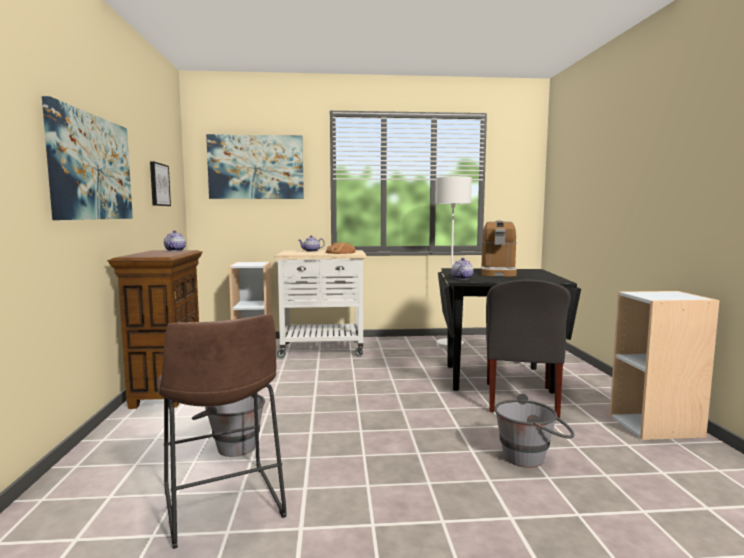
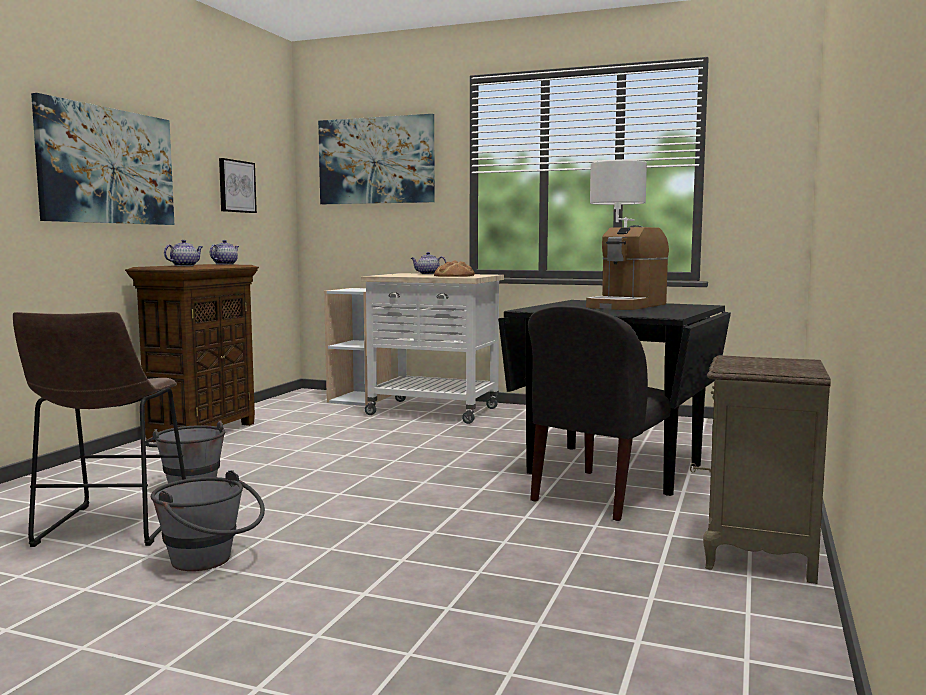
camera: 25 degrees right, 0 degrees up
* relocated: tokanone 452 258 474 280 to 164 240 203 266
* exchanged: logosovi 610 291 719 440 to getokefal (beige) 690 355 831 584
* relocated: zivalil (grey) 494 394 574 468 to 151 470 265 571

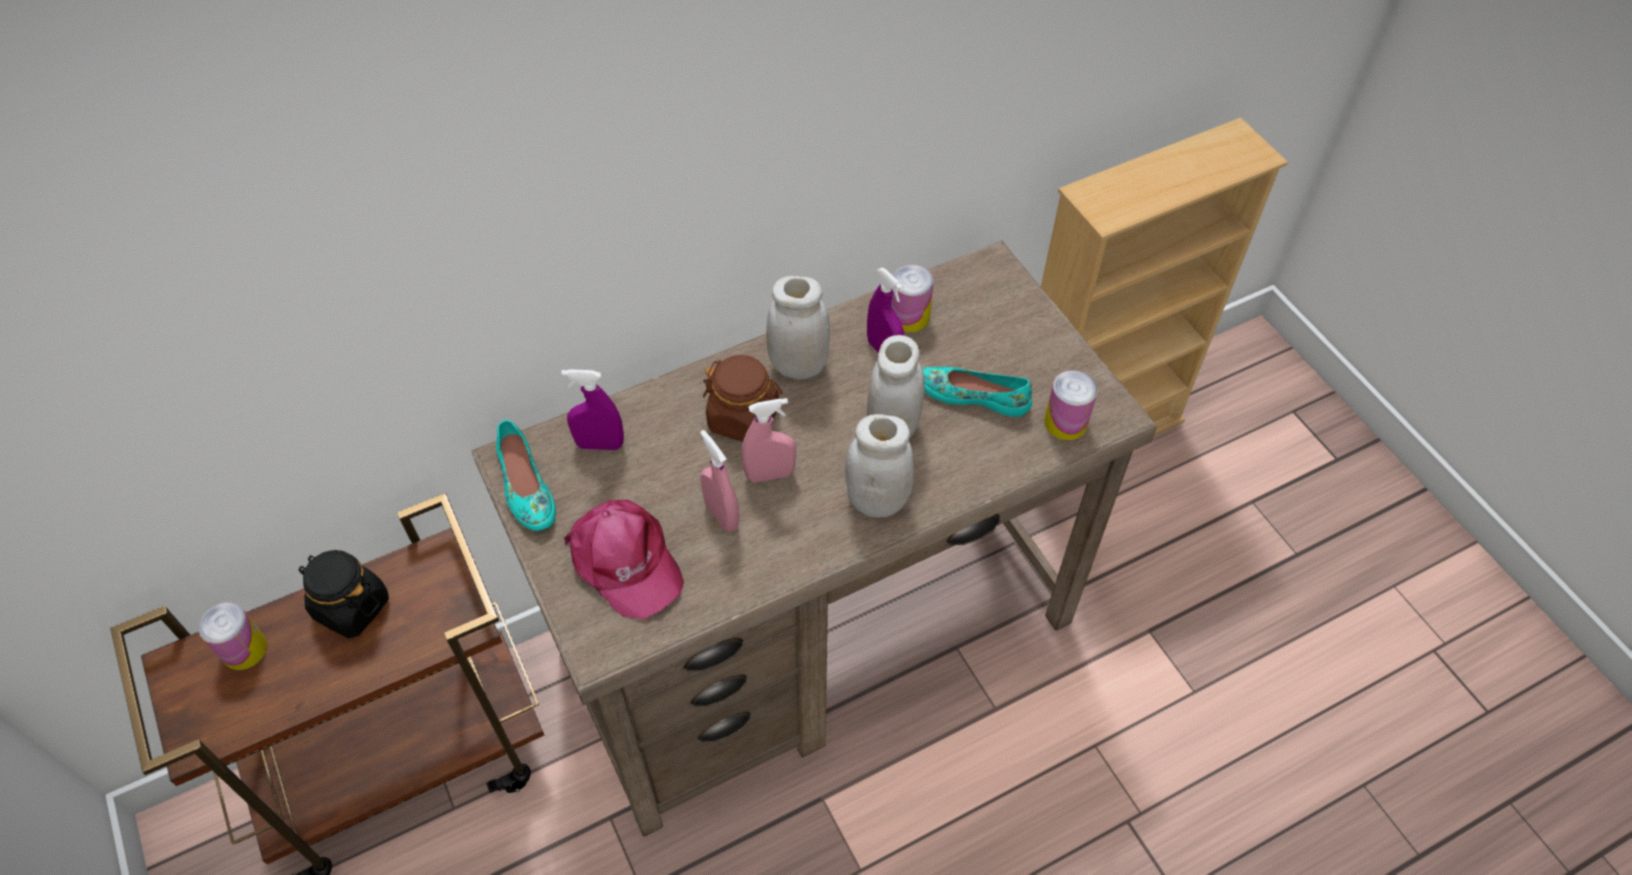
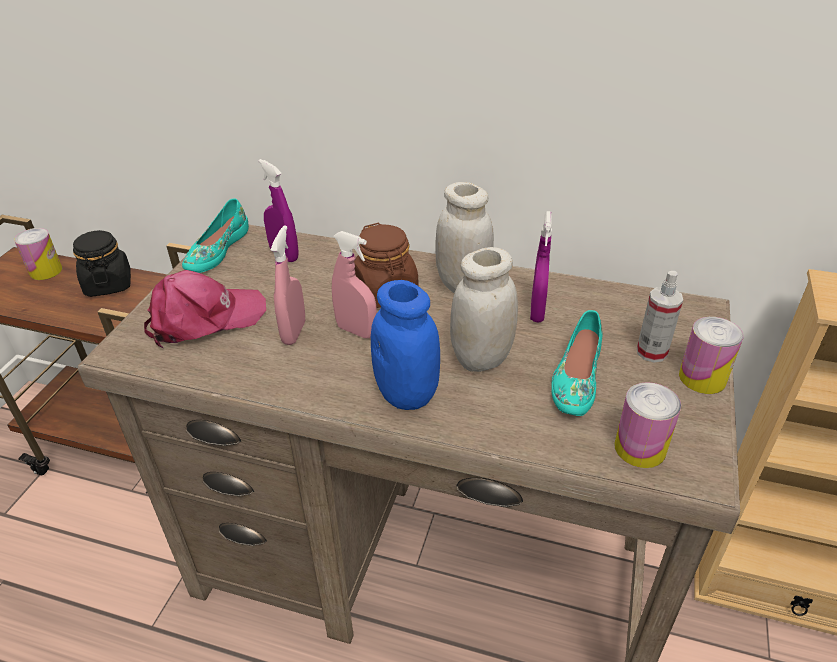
camera: 45 degrees right, 15 degrees down
* relocated: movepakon 891 265 934 332 to 679 317 743 394
* spun: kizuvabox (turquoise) 922 367 1032 417 = 551 310 602 416 135 degrees counterclockwise
* colour: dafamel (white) 845 414 914 518 to dafamel (blue) 371 280 440 410
* spun: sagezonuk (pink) 563 500 684 619 = 144 270 266 348 120 degrees counterclockwise
* appeared: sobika 637 271 683 363

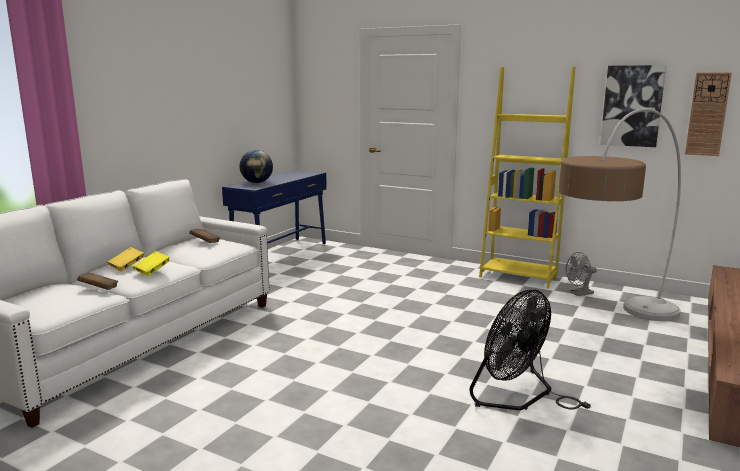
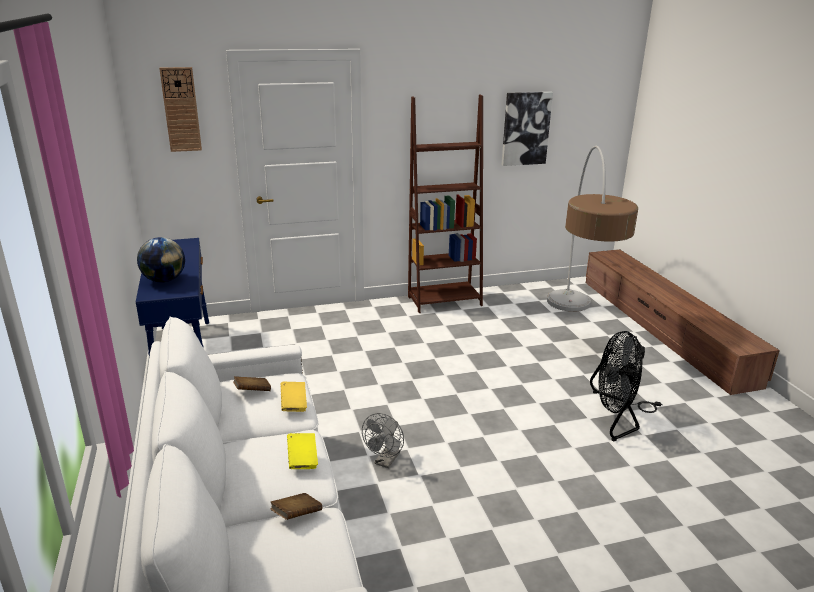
camera: 45 degrees left, 10 degrees up
* colour: logosovi (yellow) 479 66 575 289 to logosovi (brown) 408 95 483 313
* relocated: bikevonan 685 73 732 156 to 159 67 202 152
* relocated: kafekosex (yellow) 107 247 145 271 to 280 382 307 412
* relocated: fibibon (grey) 565 252 597 296 to 362 413 404 468

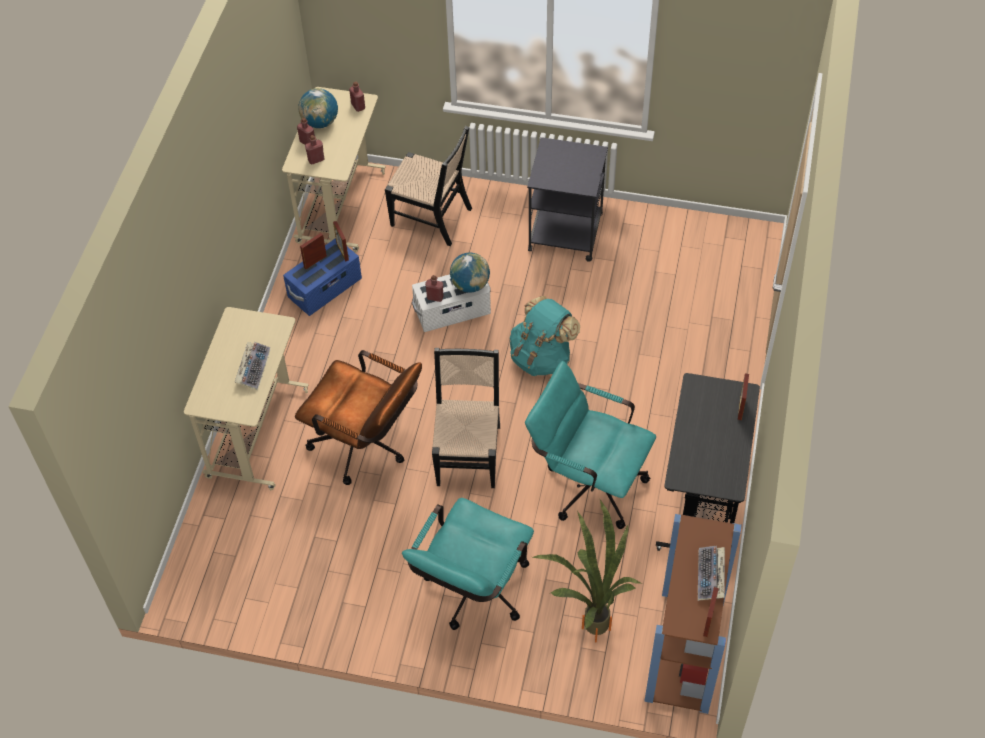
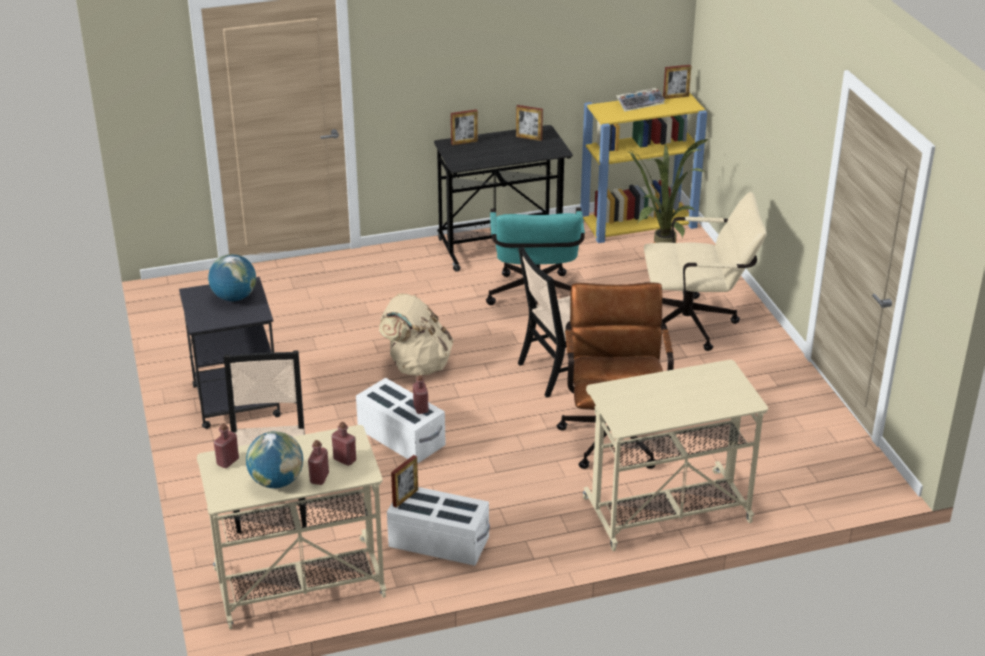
camera: 120 degrees left, 20 degrees down
* relocated: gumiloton 300 233 327 270 to 516 105 543 141
* colour: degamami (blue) 283 238 362 316 to degamami (white) 387 487 490 566
* relocated: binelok 450 253 490 293 to 208 254 256 301
* colour: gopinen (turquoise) 510 296 580 376 to gopinen (beige) 379 294 453 376
* missing: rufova 235 342 270 390
* colour: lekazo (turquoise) 402 498 534 630 to lekazo (beige) 644 192 767 351
* colour: logosovi (brown) 644 514 742 714 to logosovi (yellow) 580 92 707 243

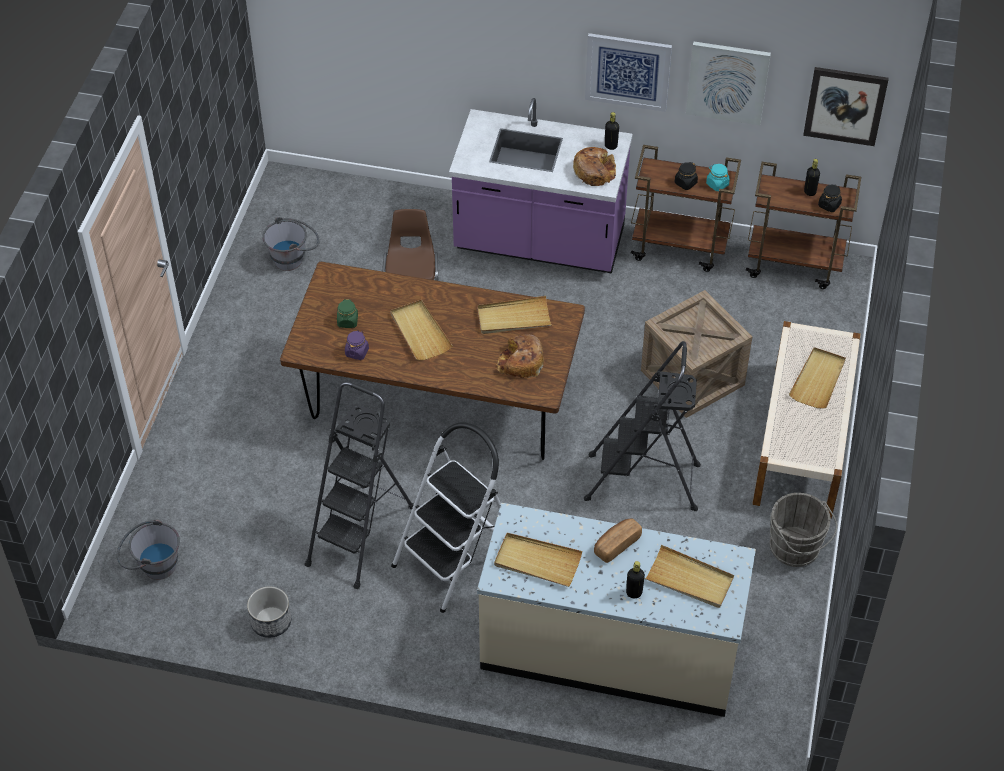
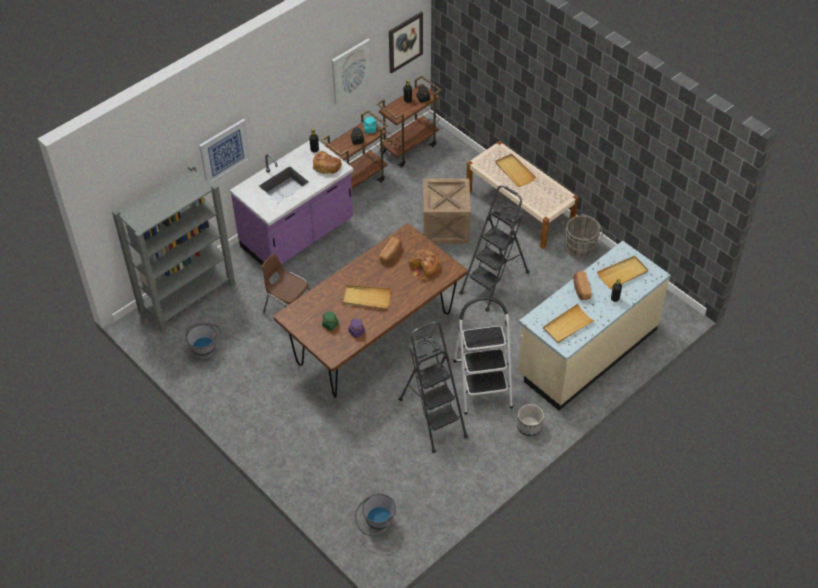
camera: 55 degrees left, 0 degrees up
* relocated: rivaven 585 33 672 112 to 199 119 251 184
* exchanged: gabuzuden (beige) 477 296 552 334 to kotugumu 379 237 402 264
* relocated: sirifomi 247 586 291 638 to 517 404 544 436
* appeared: logosovi (grey) 112 164 235 333

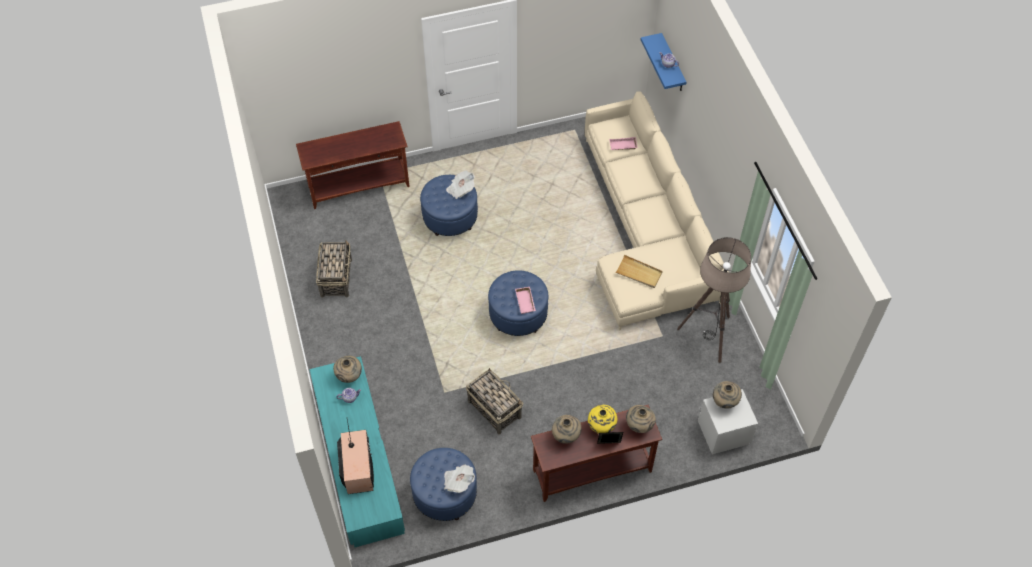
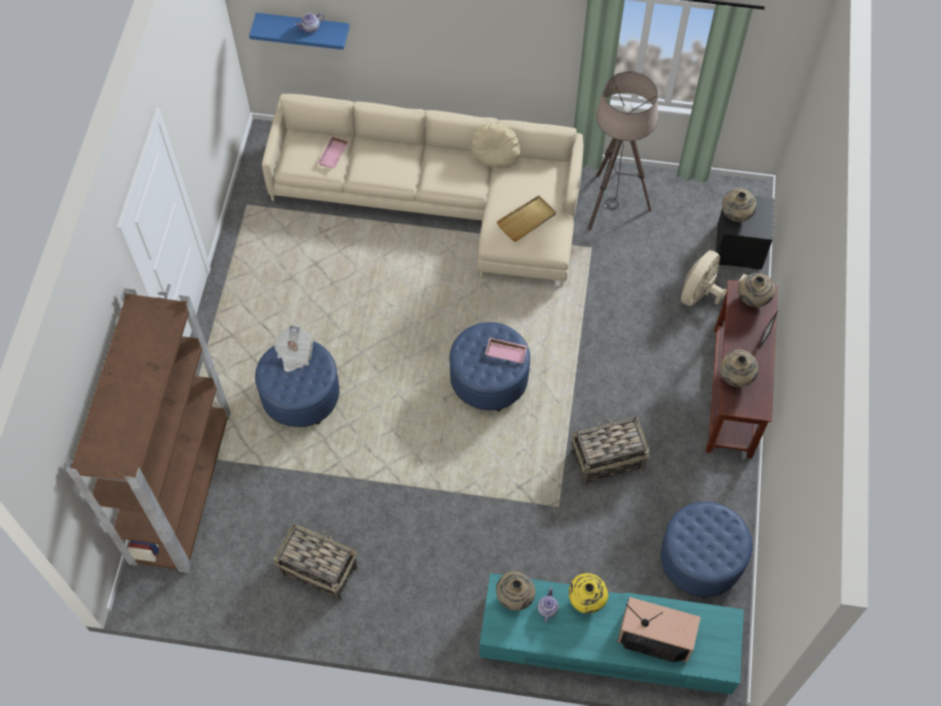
camera: 65 degrees left, 5 degrees up
* exchanged: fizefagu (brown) 296 121 410 209 to logosovi (brown) 65 288 231 573
* colour: getokefal (white) 698 389 758 455 to getokefal (black) 716 193 774 270
* relocated: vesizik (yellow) 588 405 617 434 to 569 573 609 614
* missing: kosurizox 444 465 475 493
* appeared: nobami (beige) 471 123 520 169
* appeared: fibibon (beige) 681 250 747 306

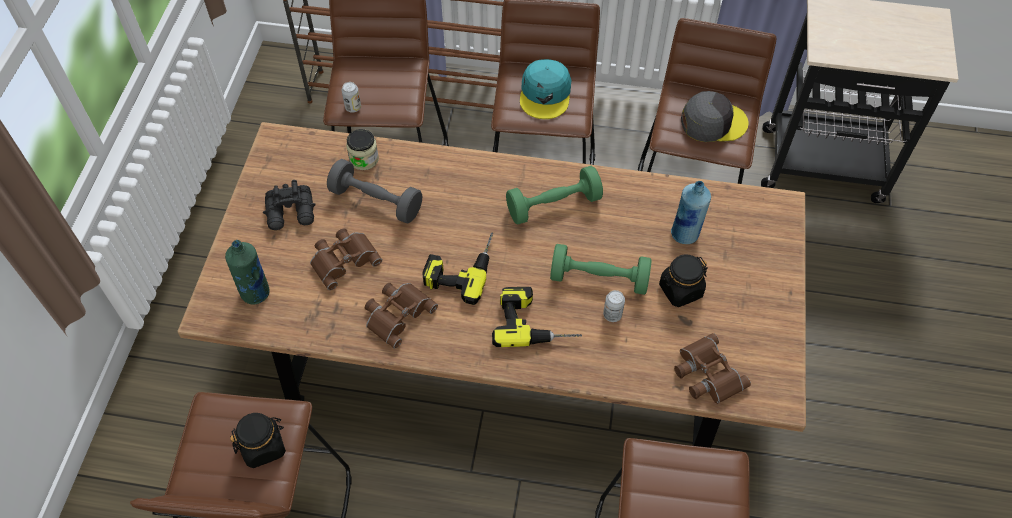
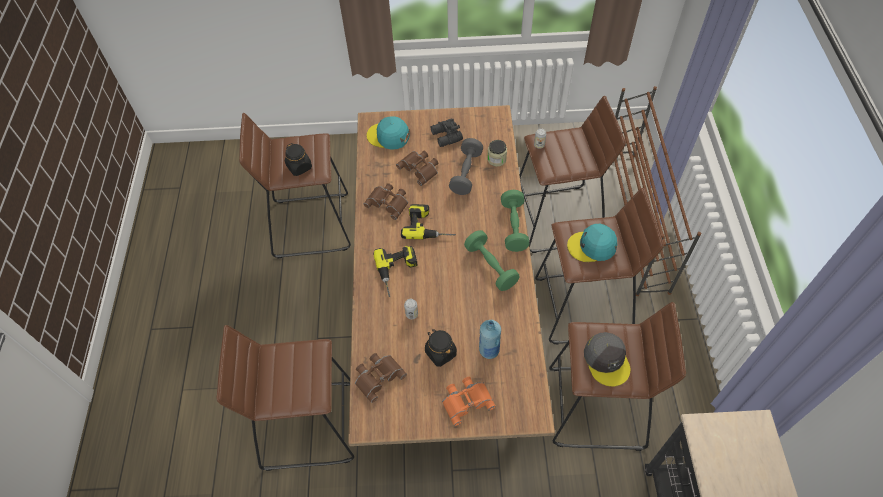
camera: 80 degrees right, 0 degrees up
* exchanged: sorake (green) 225 240 269 305 to sagezonuk (turquoise) 367 116 410 150
* relocated: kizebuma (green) 550 244 651 295 to 501 190 530 252
* appeared: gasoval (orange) 442 377 496 426

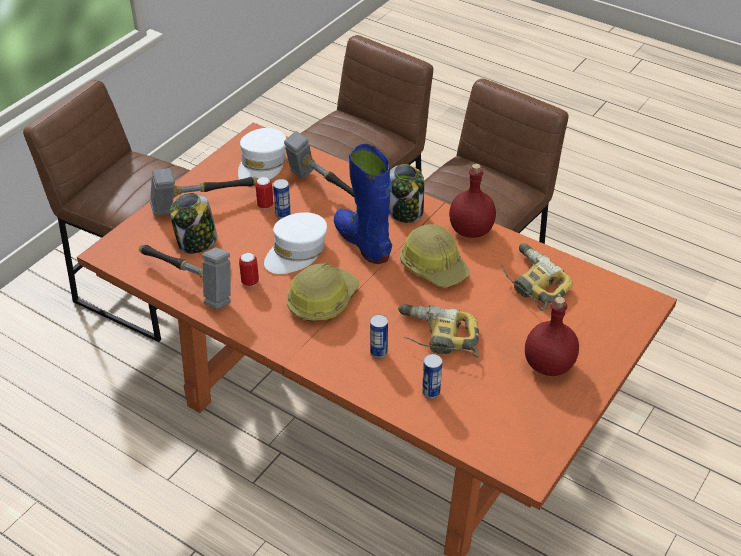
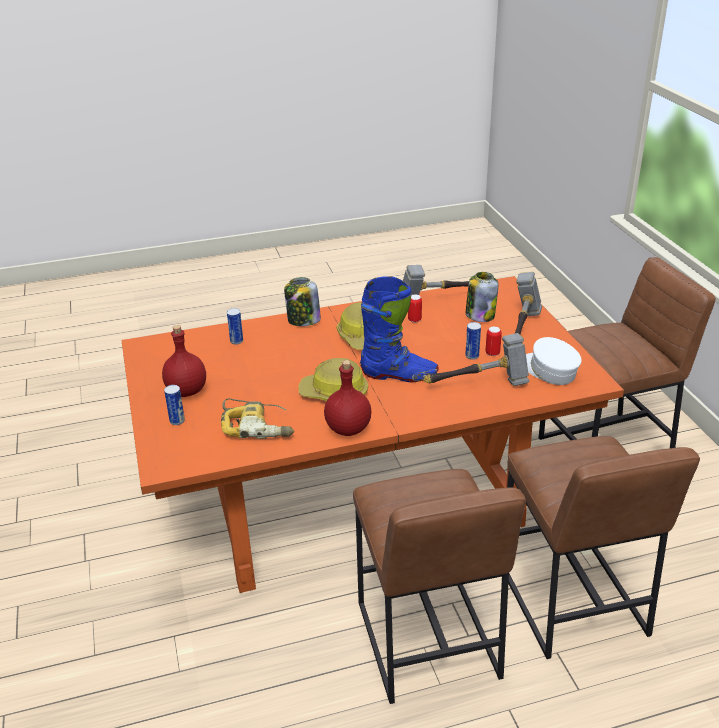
camera: 130 degrees right, 10 degrees down
* relocated: dafamel 389 164 424 223 to 284 277 321 326
* missing: sagezonuk (white) 264 212 327 274
* missing: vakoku 398 304 479 358
* relocated: movepakon 370 314 388 358 to 164 385 185 425

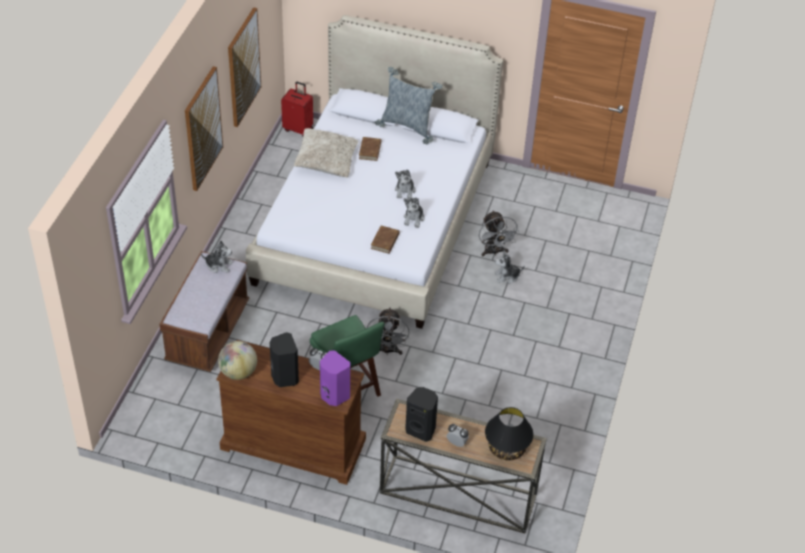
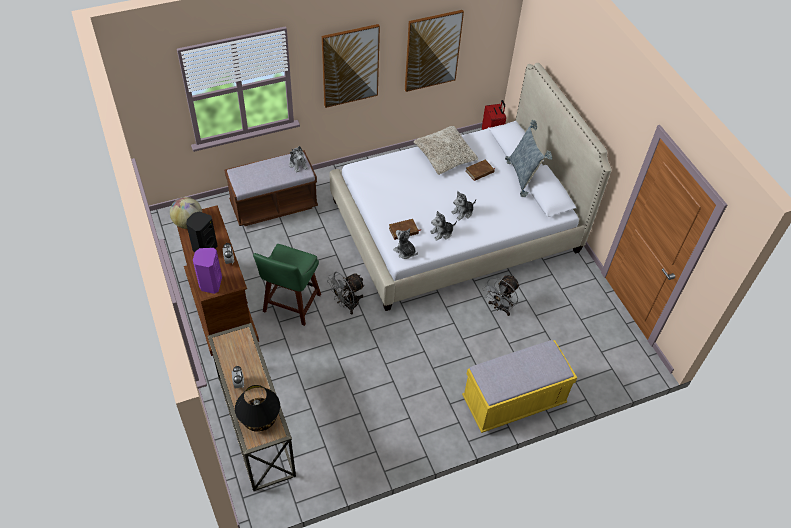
camera: 50 degrees right, 5 degrees up
* relocated: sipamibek 495 250 525 284 to 393 228 418 259
* missing: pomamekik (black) 405 387 438 442
* appeared: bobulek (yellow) 462 340 577 433

